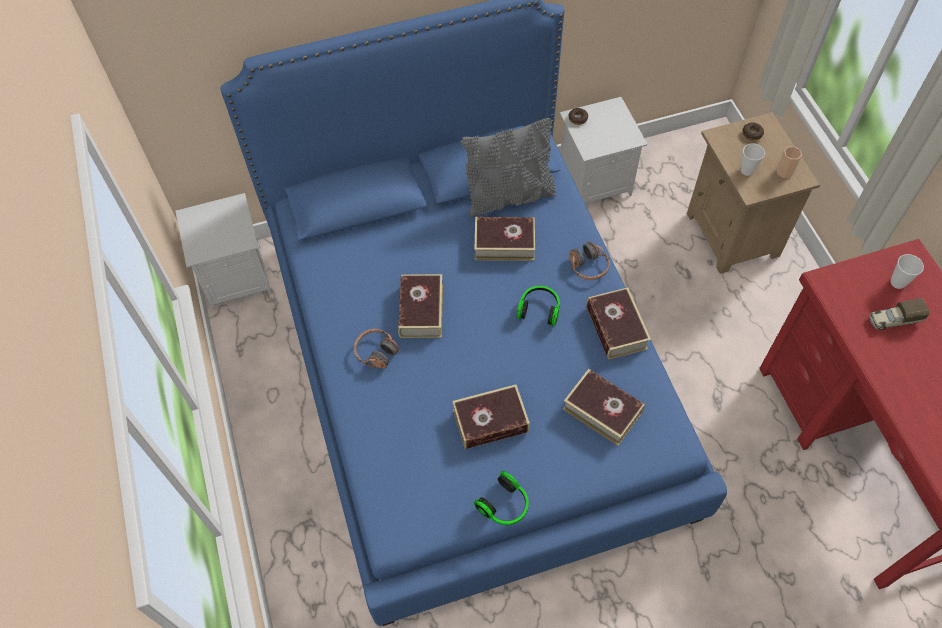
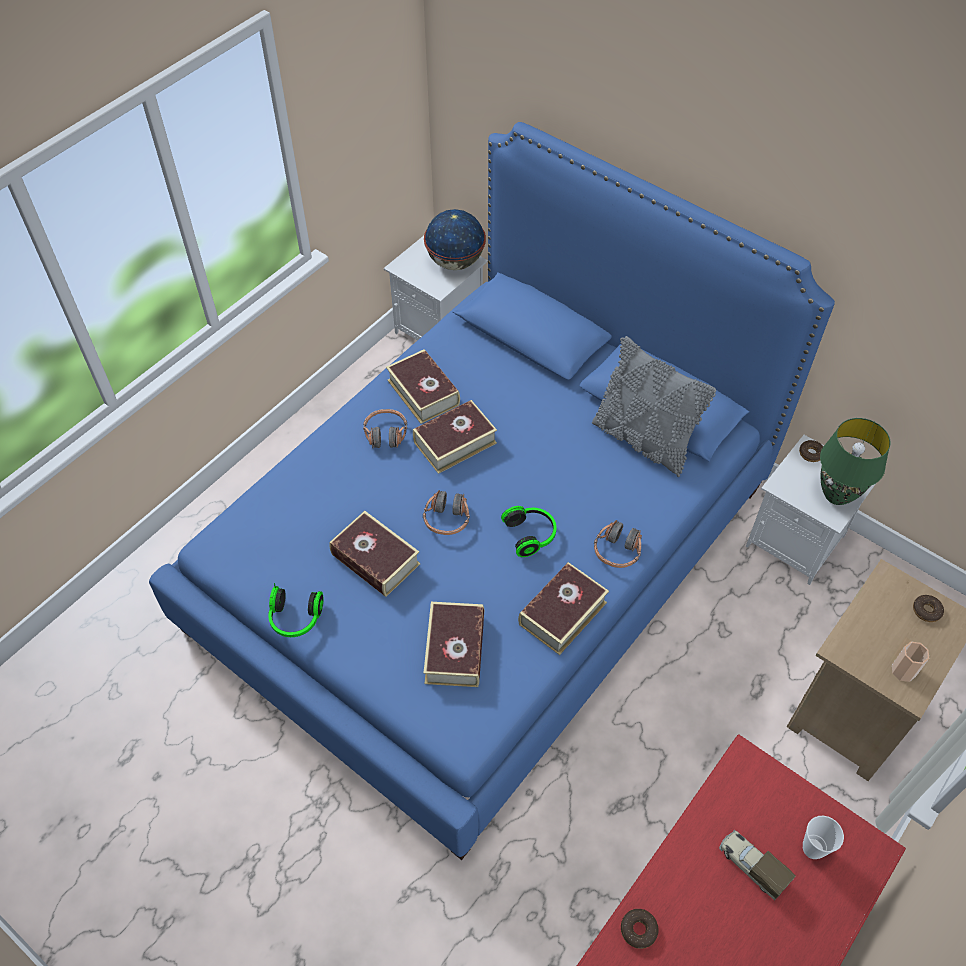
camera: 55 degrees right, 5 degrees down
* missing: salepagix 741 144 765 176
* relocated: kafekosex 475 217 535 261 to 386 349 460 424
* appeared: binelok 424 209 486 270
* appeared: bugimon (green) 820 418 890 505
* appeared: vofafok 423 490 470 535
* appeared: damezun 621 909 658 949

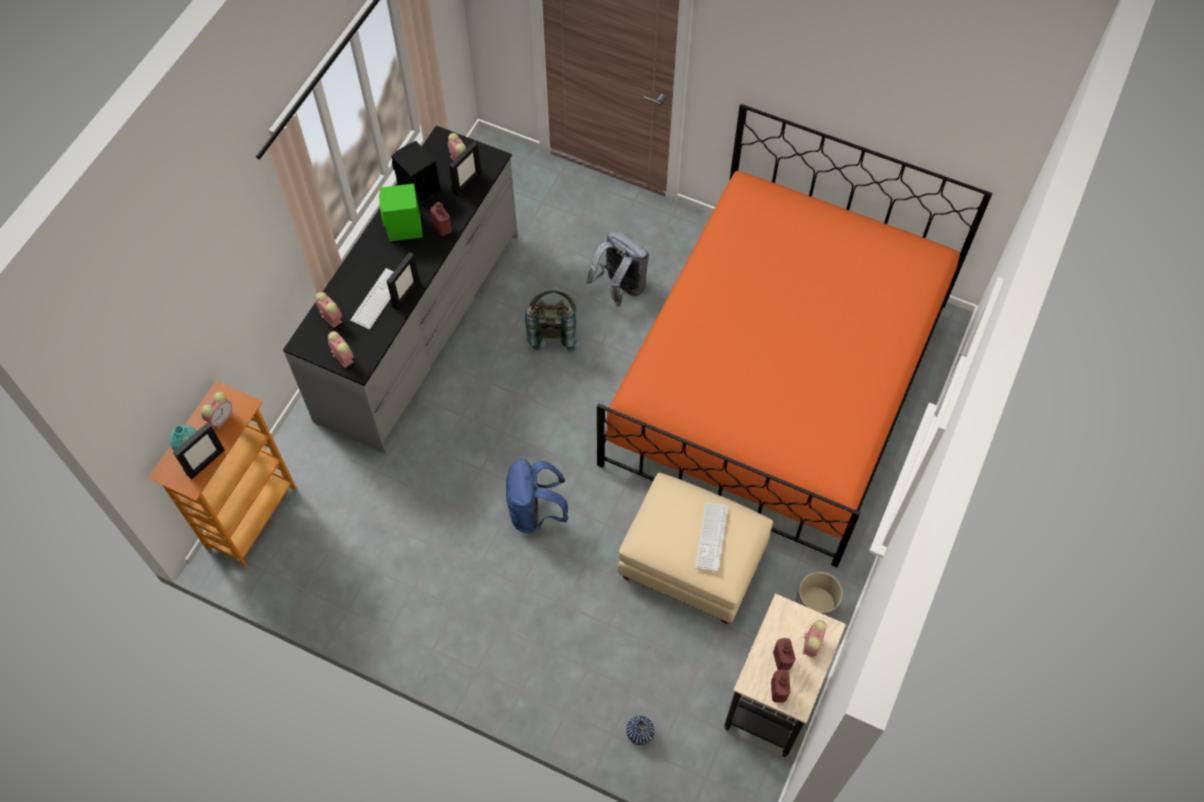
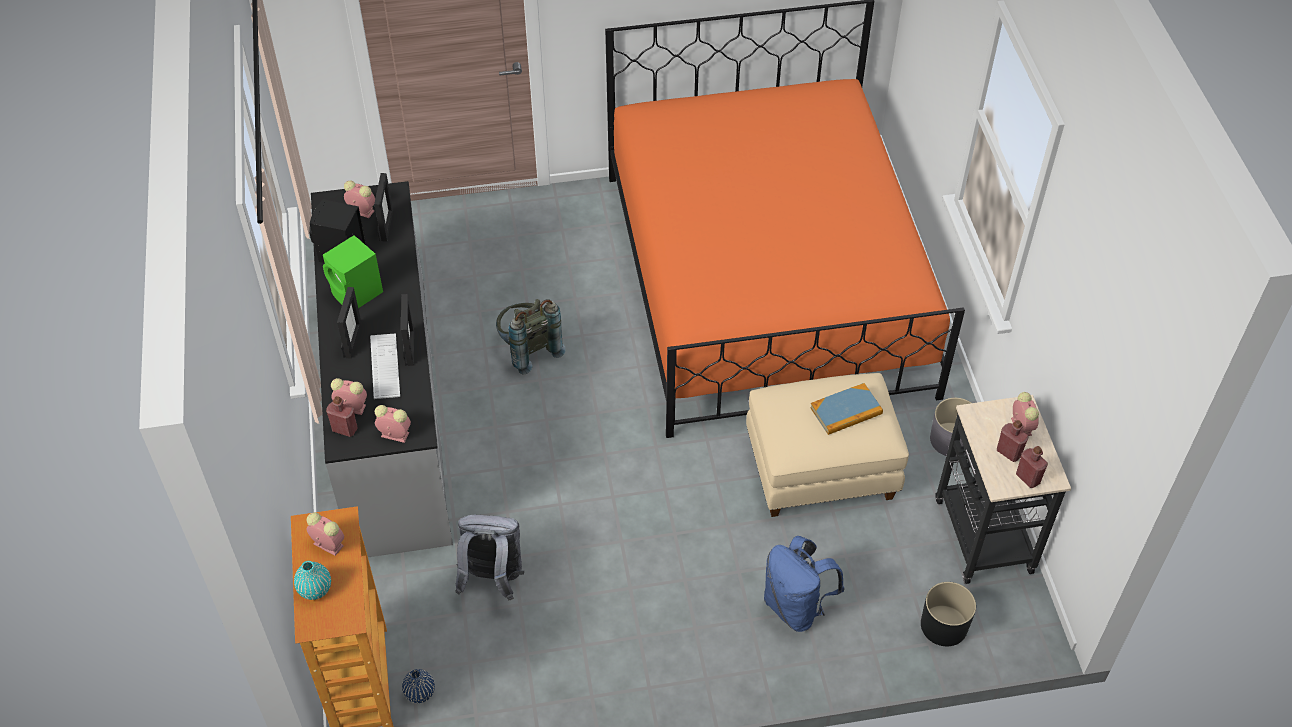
camera: 35 degrees left, 10 degrees down
* relocated: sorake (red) 430 202 452 236 to 326 396 357 437
* relocated: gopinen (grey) 586 231 649 306 to 455 515 524 600
* spun: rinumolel 201 392 233 430 = 307 512 344 556 60 degrees counterclockwise
* relocated: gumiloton 173 423 225 479 to 337 287 362 359
* relocated: gopinen (blue) 506 459 568 533 to 764 536 845 632
* exchanged: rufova 695 502 728 572 to kafekosex 810 383 883 435
* relocated: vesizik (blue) 626 716 655 745 to 402 669 435 703
* appeared: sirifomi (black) 921 582 976 646

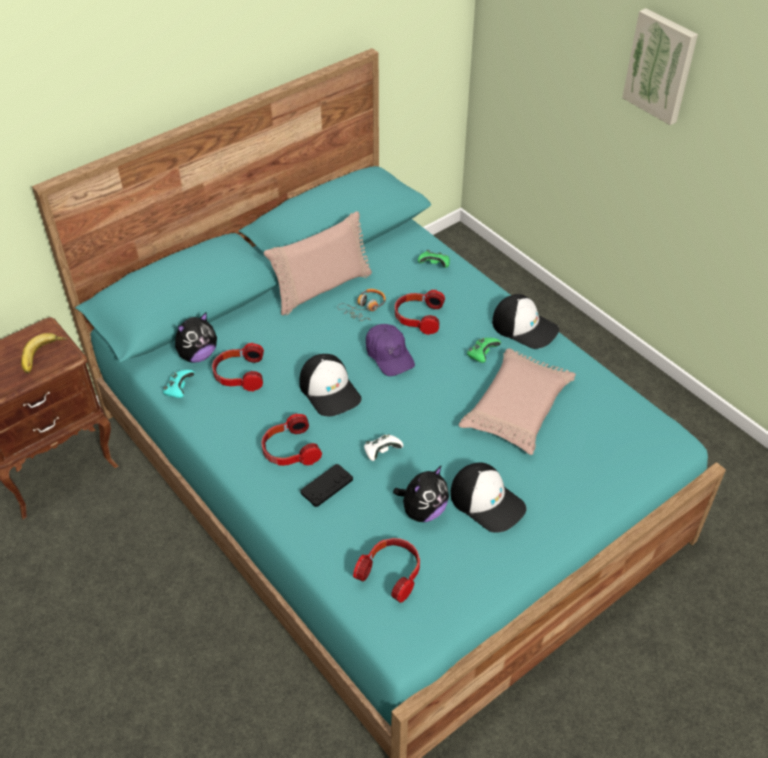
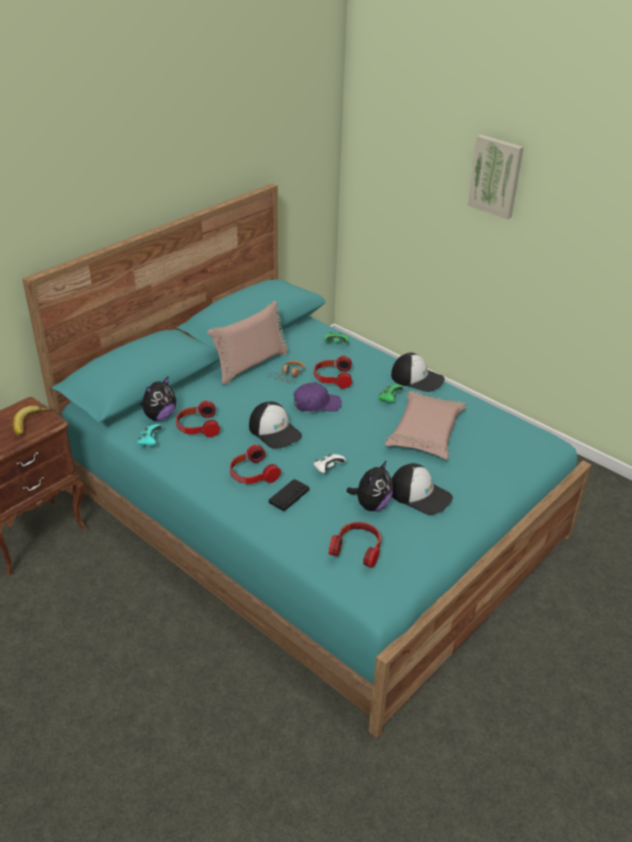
camera: 10 degrees left, 10 degrees down
* spun: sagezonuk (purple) 366 324 415 376 = 293 382 342 412 60 degrees counterclockwise

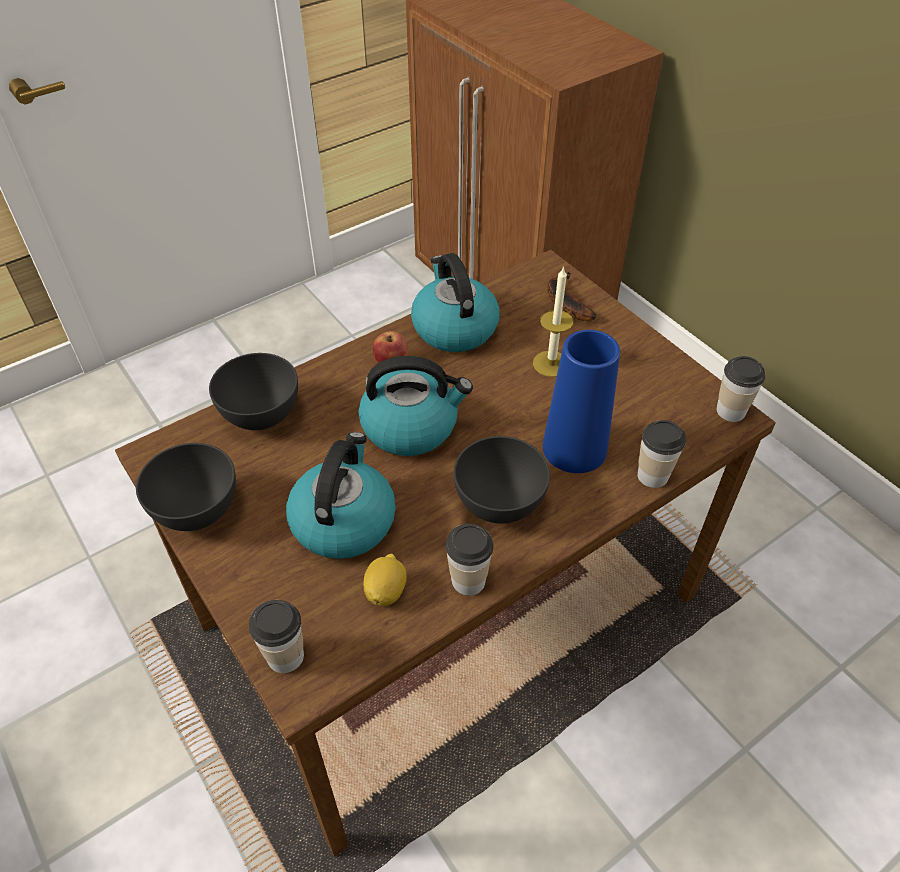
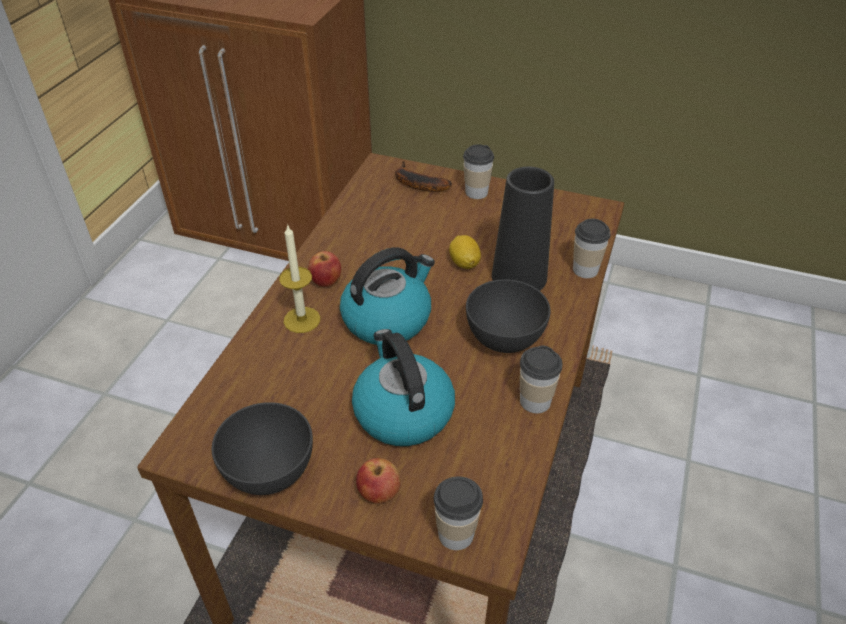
camera: 35 degrees left, 5 degrees down
* missing: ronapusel 411 253 500 352
* relocated: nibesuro 533 266 573 377 to 279 224 320 333
* colour: vesizik (blue) 542 330 620 473 to vesizik (black) 492 167 554 291
* missing: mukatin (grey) 209 353 298 430
* relocated: salepagix 716 356 765 422 to 463 144 494 199
* relocated: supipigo 363 554 407 606 to 449 235 481 269
* appeared: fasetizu 356 458 400 504

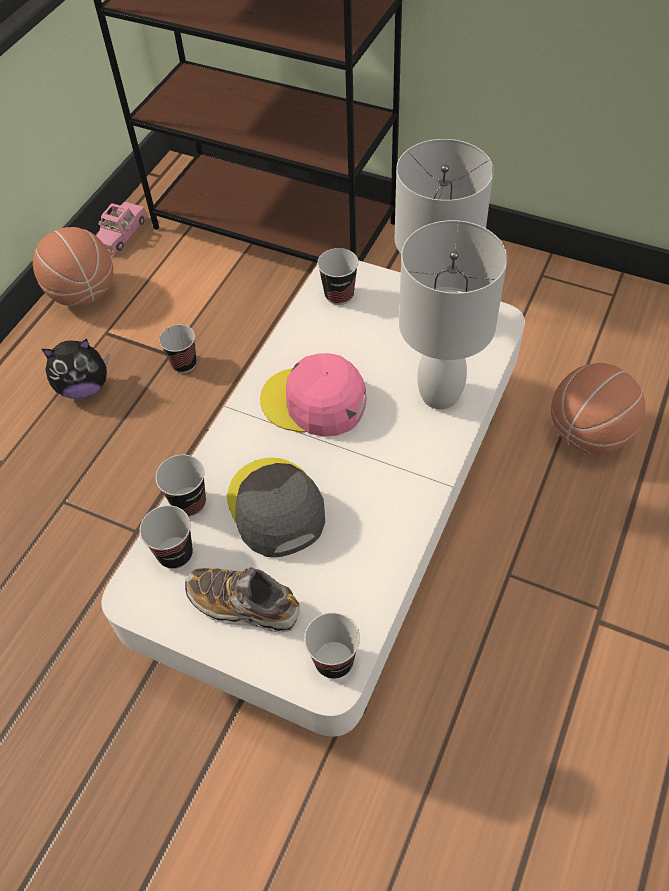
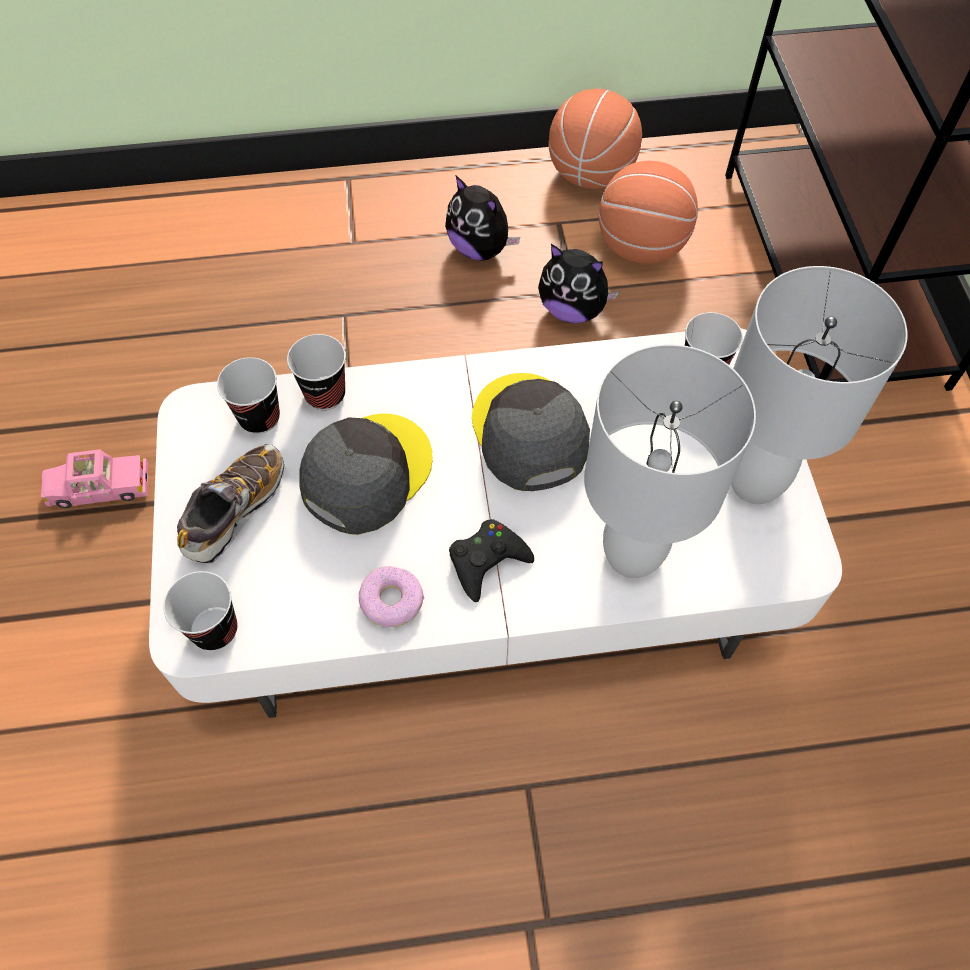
camera: 55 degrees right, 5 degrees up
* relocated: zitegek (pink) 97 202 148 255 to 41 449 148 508
* exchanged: salepagix 159 325 197 373 to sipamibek 538 244 619 323
* colour: sagezonuk (pink) 260 353 366 437 to sagezonuk (grey) 472 373 590 491
* relocated: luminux 551 363 646 454 to 599 161 698 264
* spun: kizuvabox 185 567 300 633 = 177 444 286 564 45 degrees clockwise
* appeared: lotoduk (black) 449 519 534 602
* appeared: damezun 359 566 424 628

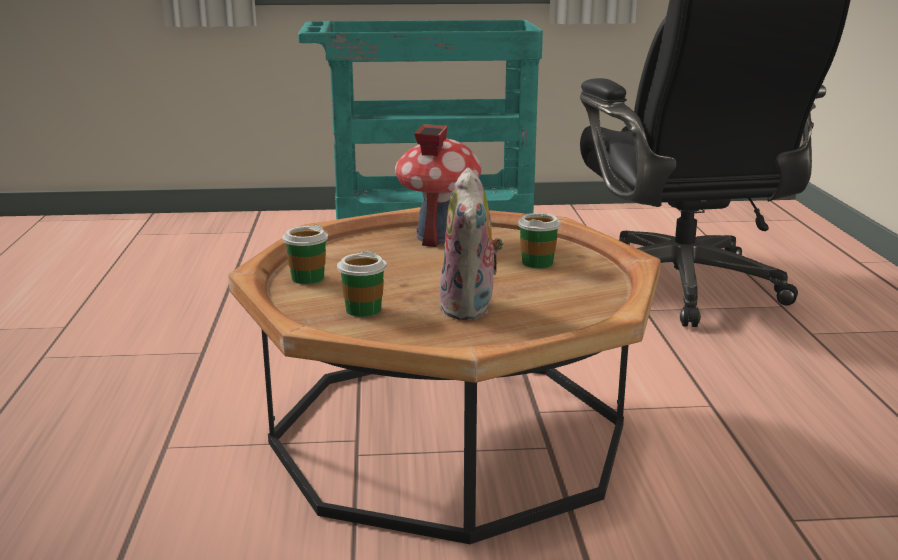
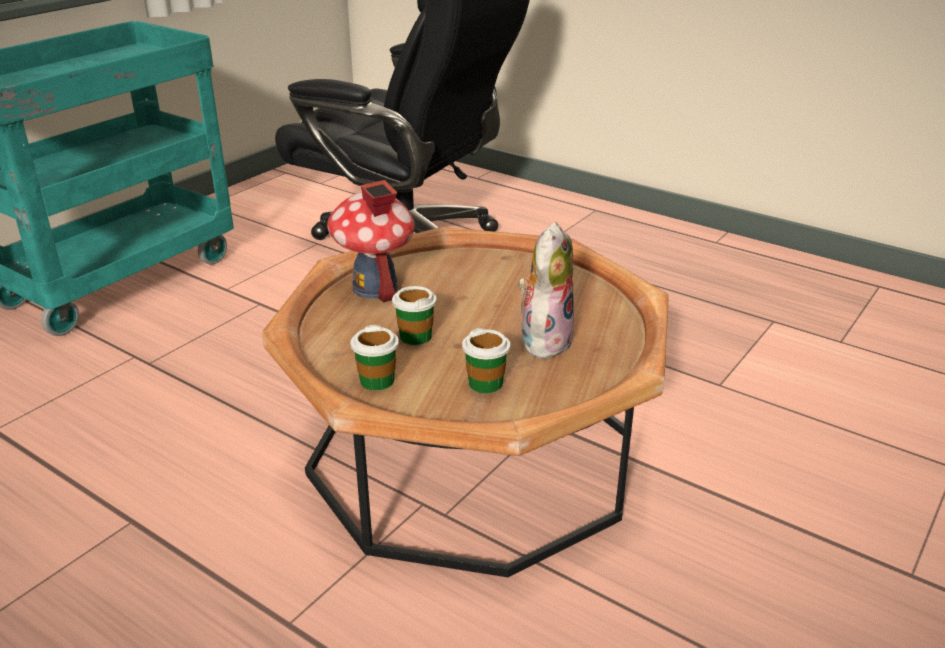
camera: 50 degrees left, 10 degrees up
* spun: sipamibek 439 168 504 320 = 518 222 574 359 105 degrees counterclockwise
* relocated: salepagix 518 213 561 268 to 392 286 437 345

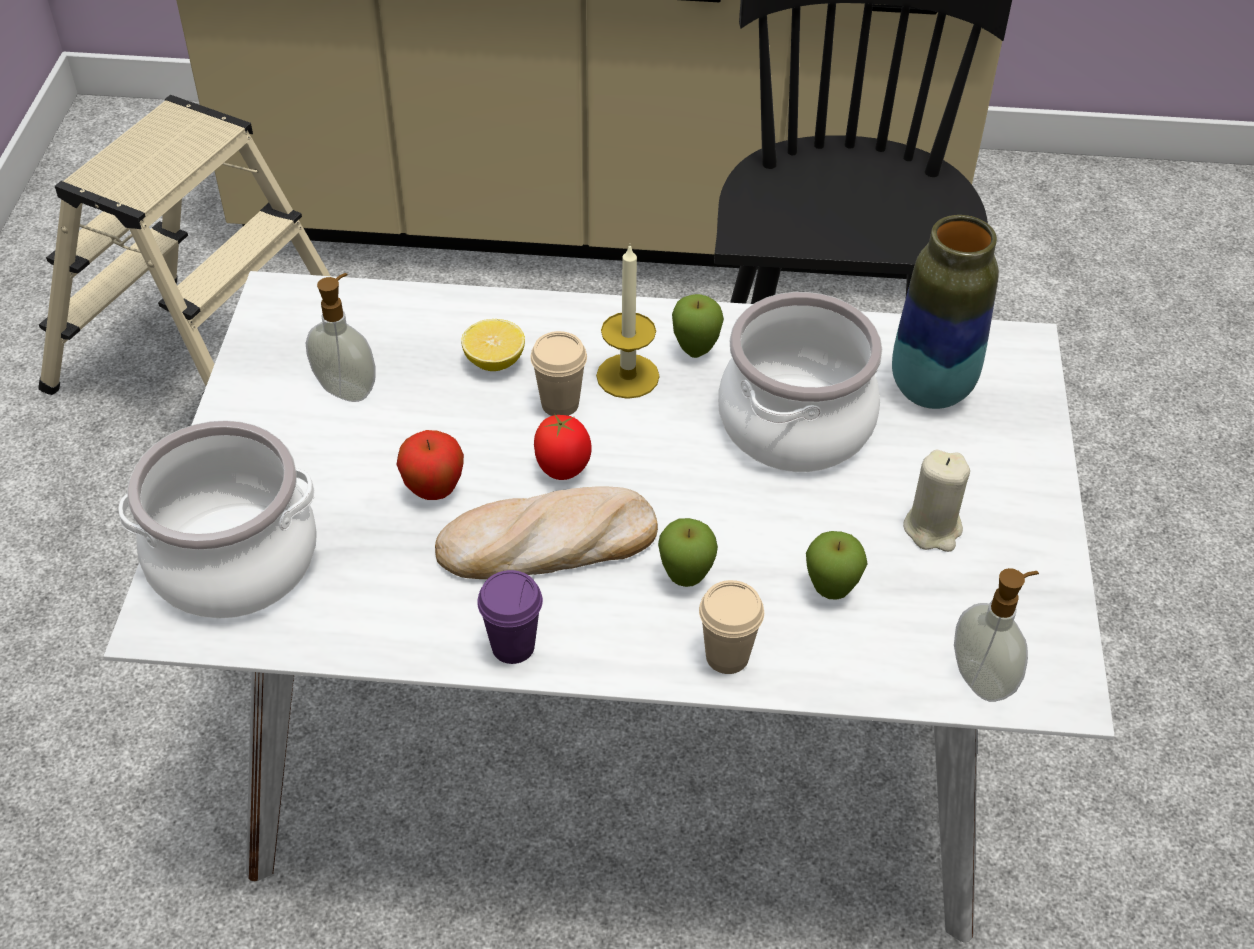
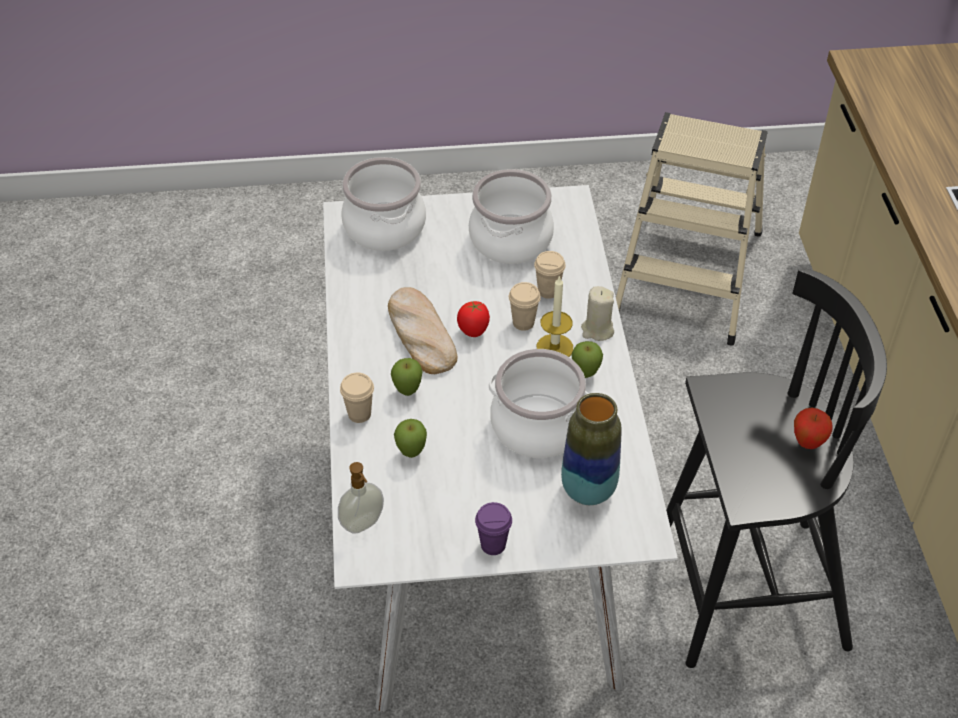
camera: 80 degrees right, 0 degrees up
* exchanged: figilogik 306 273 376 402 to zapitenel 469 169 554 264
* exchanged: supipigo 461 319 525 371 to salepagix (beige) 534 251 566 299
* relocated: fasetizu 396 430 464 500 to 794 407 833 449
* relocated: nibesuro (beige) 903 450 970 552 to 581 286 614 341
* relocated: salepagix (purple) 477 570 543 664 to 475 502 512 555

